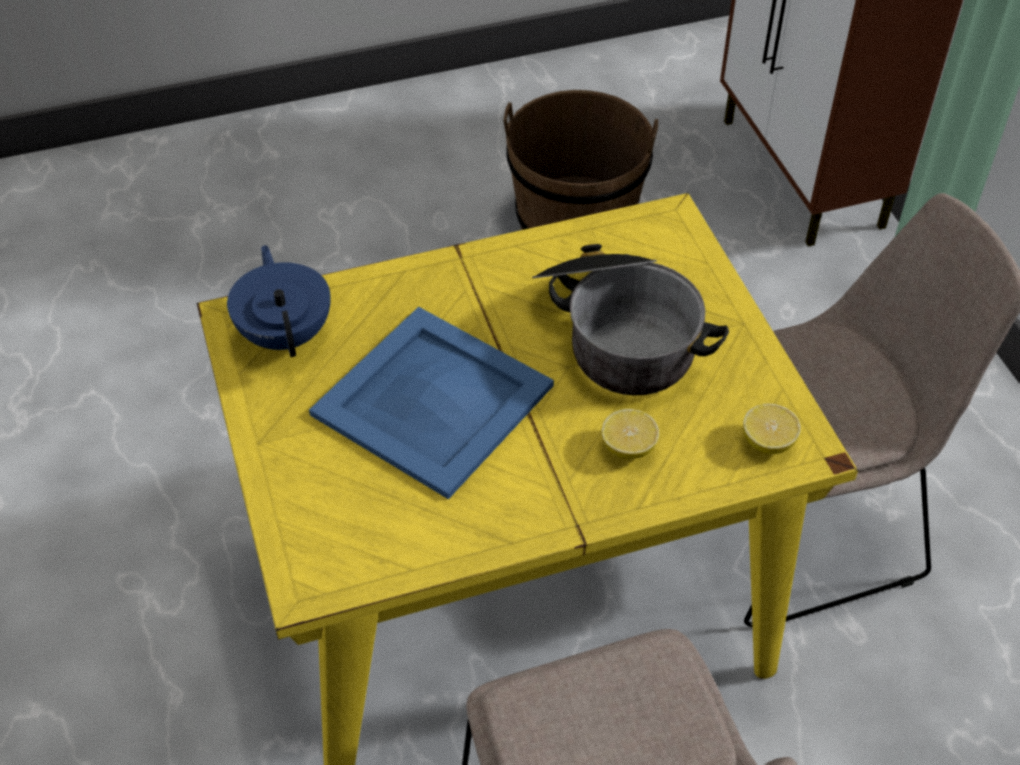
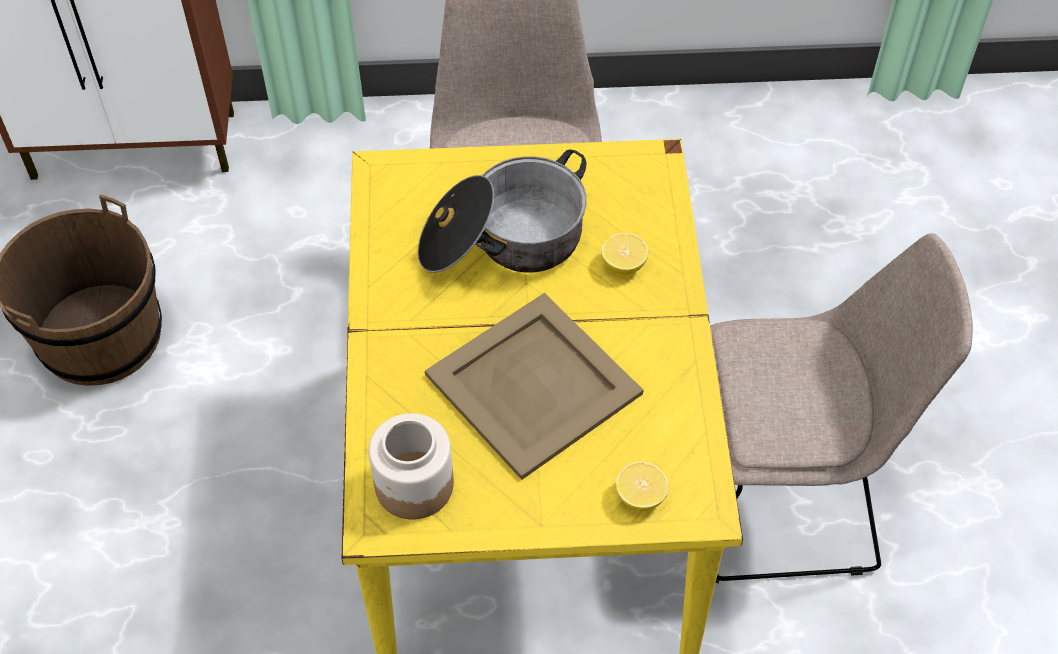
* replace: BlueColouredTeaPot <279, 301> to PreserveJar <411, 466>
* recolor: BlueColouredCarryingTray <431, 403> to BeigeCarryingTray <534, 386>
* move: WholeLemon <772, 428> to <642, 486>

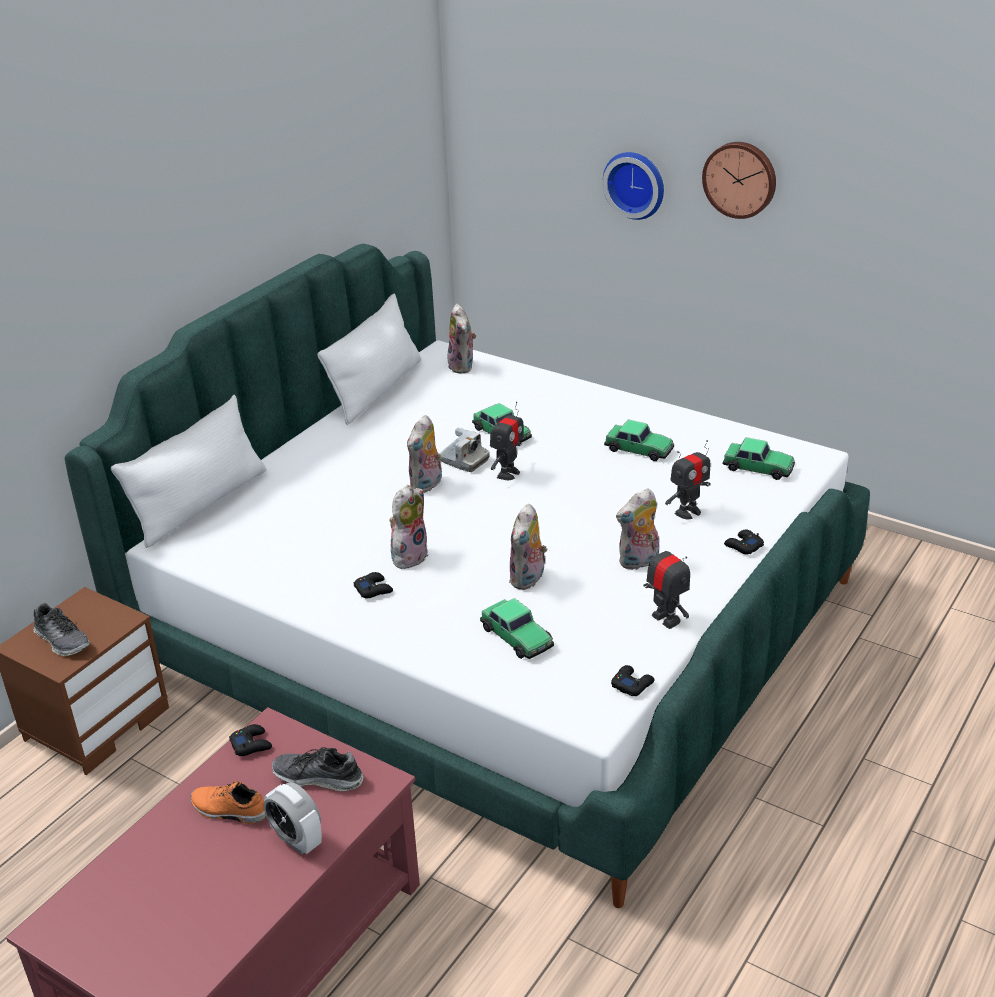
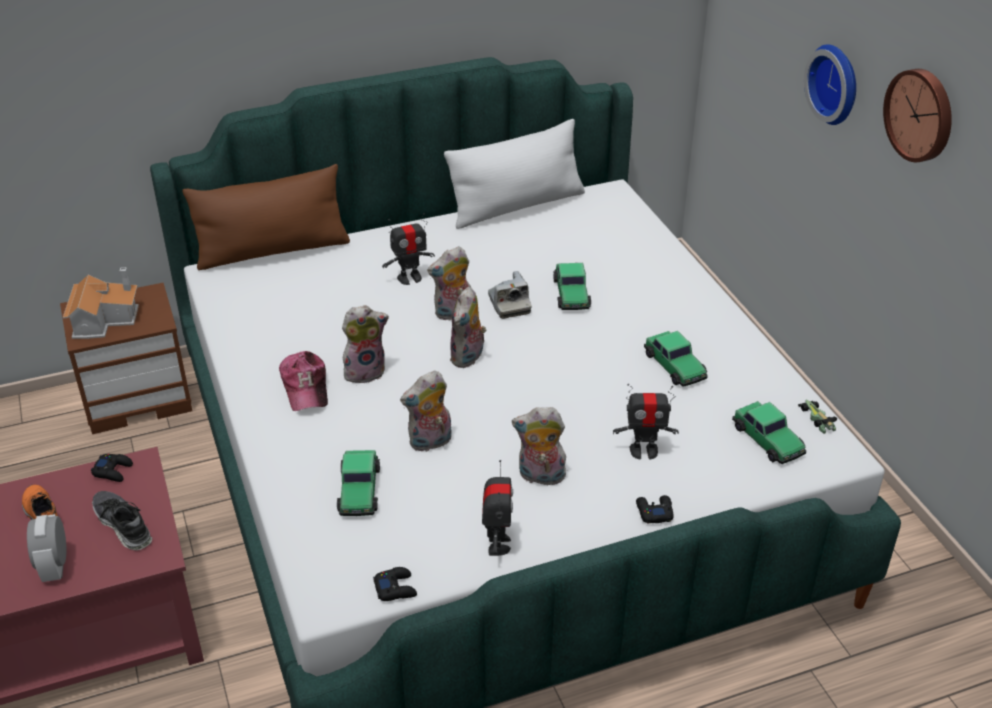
* replace: Shoe <62, 629> to ModelHouse <101, 303>
* recolor: WhiteCushion <188, 471> to BrownColouredCushion <266, 217>
* replace: BlackishGameController <373, 585> to PeakedCap <303, 381>
* move: PlushToy <461, 339> to <468, 327>
* move: RobotFigure <507, 441> to <408, 249>
* insert: ToyCar <817, 416>

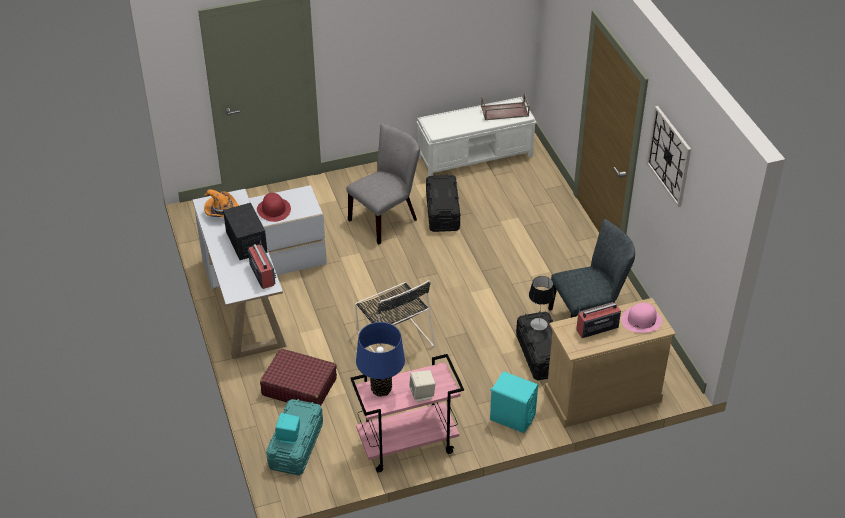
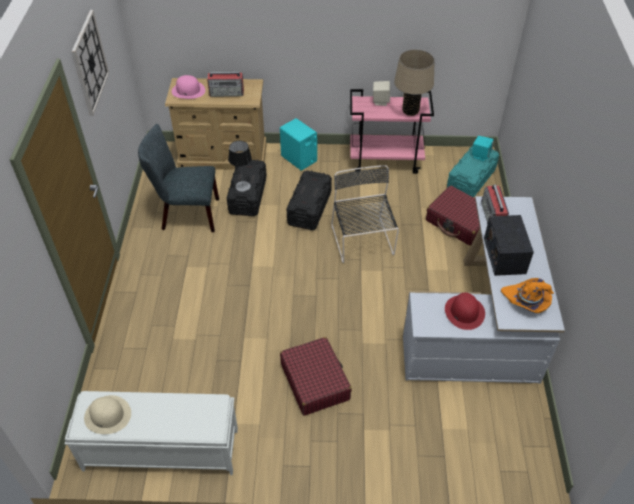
* replace: GreyPlainChair <383, 183> to RedColouredPieceOfLuggage <316, 376>
* recolor: BlueColouredTableLamp <380, 359> to BeigeTableLamp <414, 82>
* move: BlackishStorageBin <443, 203> to <309, 200>
* replace: BrownColouredCarryingTray <505, 106> to BeigeWearableHat <107, 414>

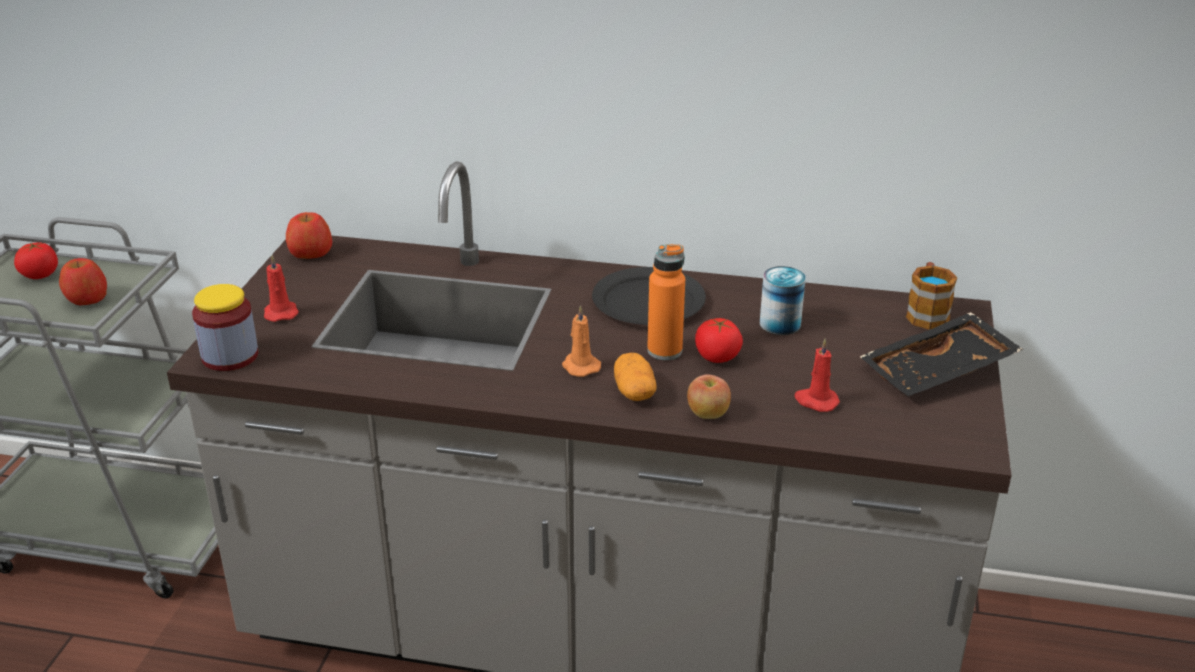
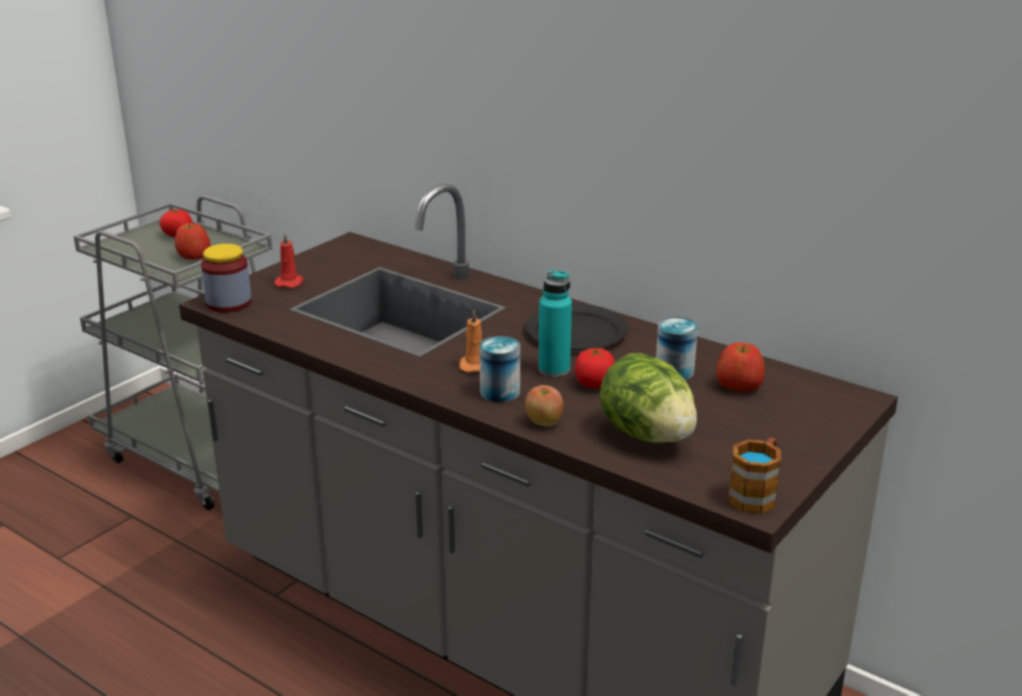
* move: WholeApple <309, 235> to <741, 367>
* replace: Spud <635, 377> to Can <500, 369>
* recolor: OrangeyBottle <666, 302> to TurquoiseBottle <555, 323>
* replace: RedColouredWaxCandle <817, 375> to HeadOfLettuce <648, 398>
* delete: BlackishCarryingTray <942, 354>
* move: CoffeeMug <931, 296> to <754, 476>

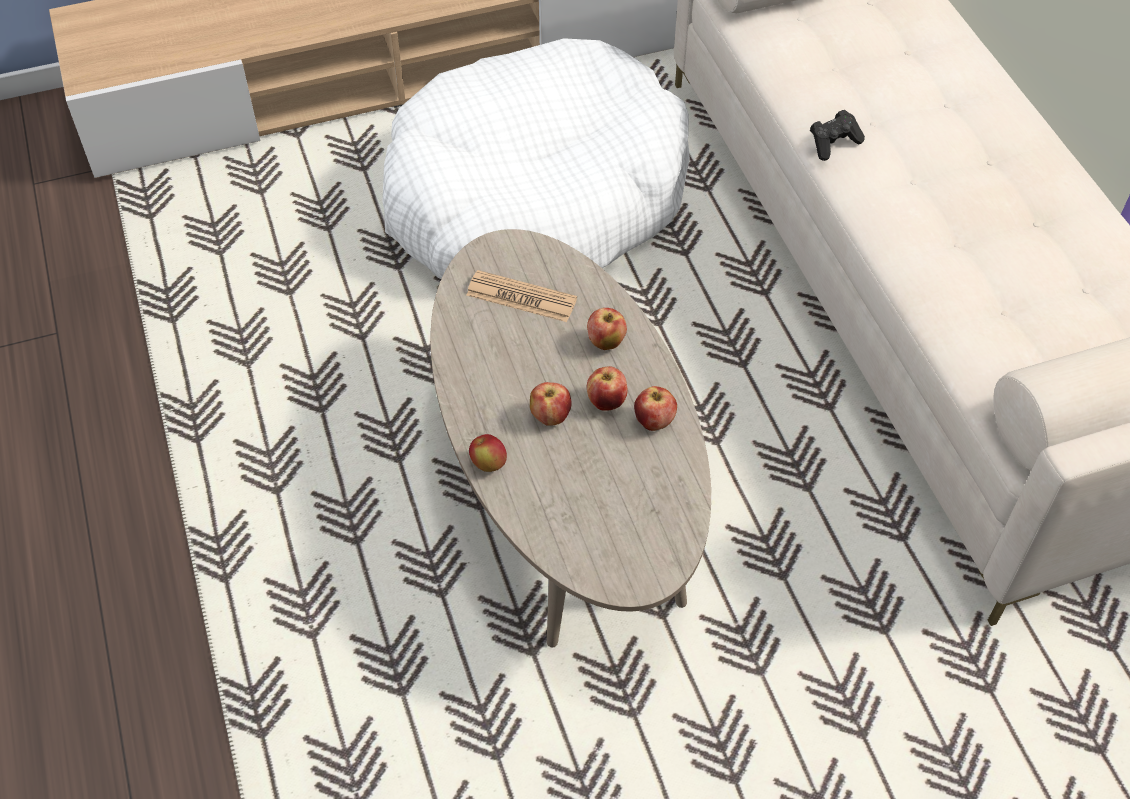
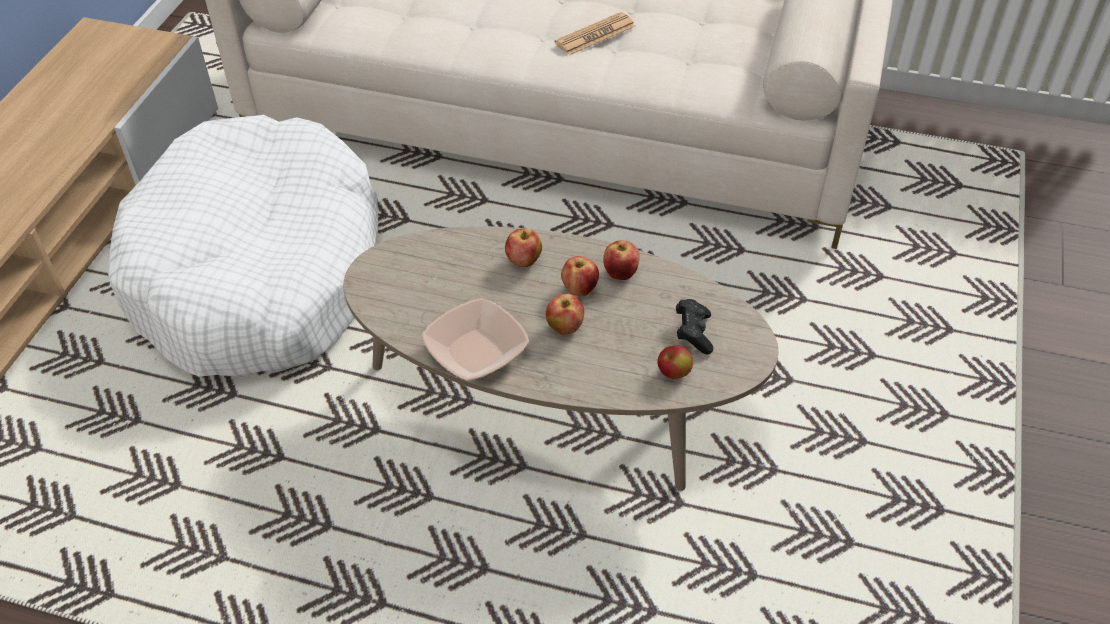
* move: PrintedPaper <521, 296> to <595, 33>
* move: WholeApple <488, 453> to <675, 362>
* move: BlackishGameController <837, 135> to <694, 327>
* insert: Bowl <475, 339>

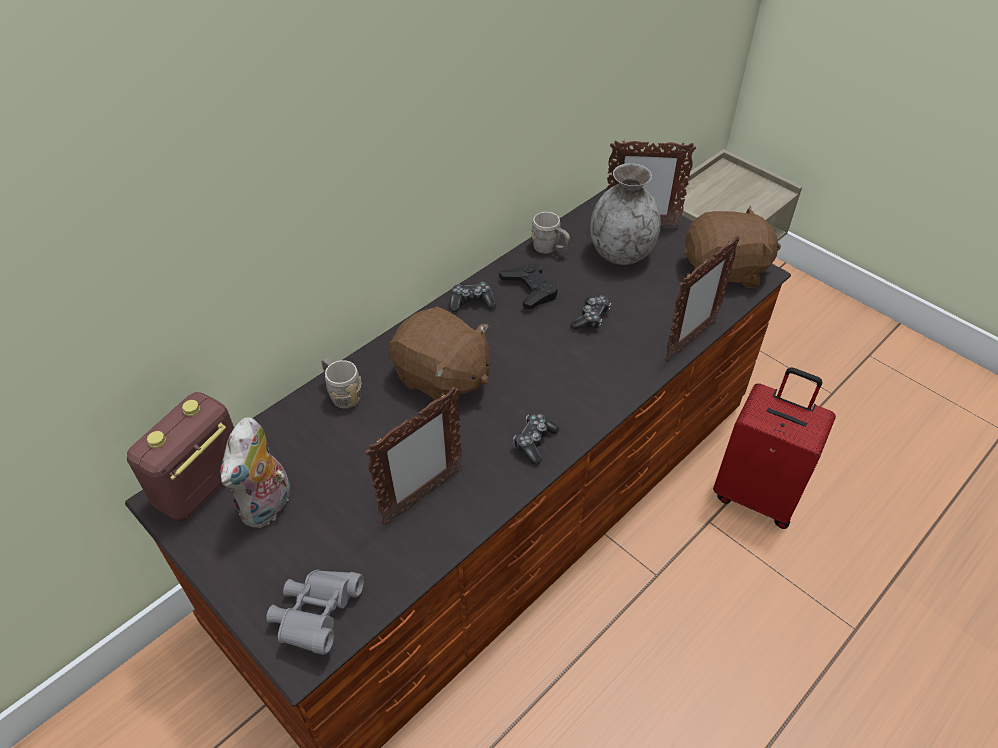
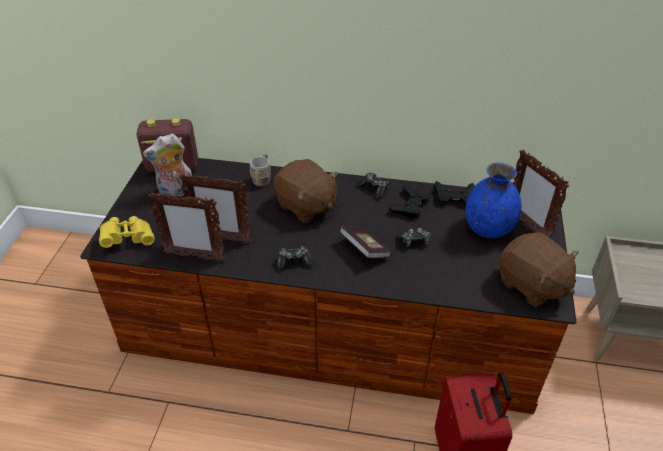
* recolor: GreyBinoculars <315, 612> to YellowBinoculars <127, 232>
* rotate: BrownColouredPlushToy <439, 353> = <305, 191> 45 degrees counterclockwise
* replace: GreyCoffeeMug <550, 233> to BlackishGameController <454, 193>
* recolor: GreyDecorativeVase <625, 214> to BlueColouredDecorativeVase <493, 200>
* move: PictureFrame <702, 299> to <187, 226>
* insert: BoundBook <365, 242>

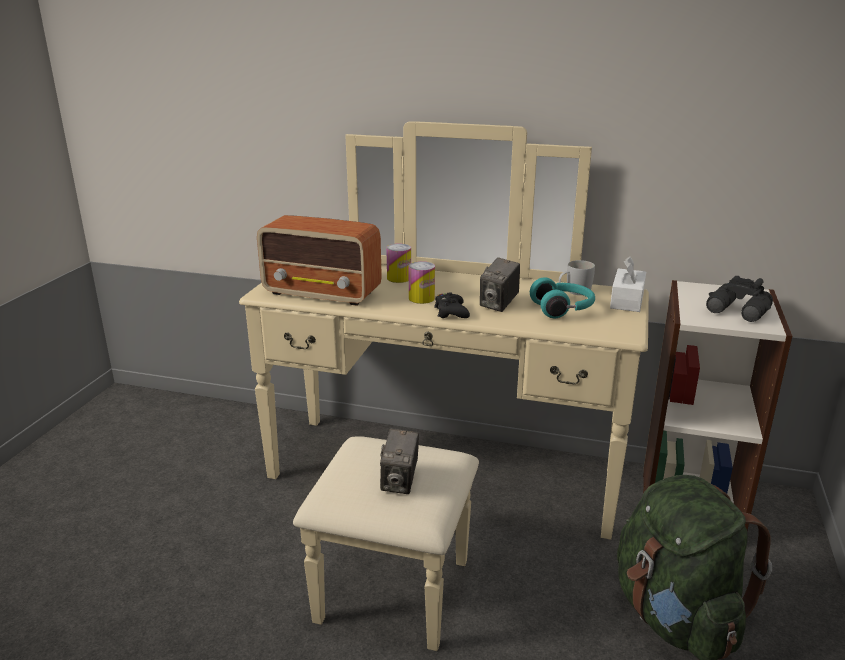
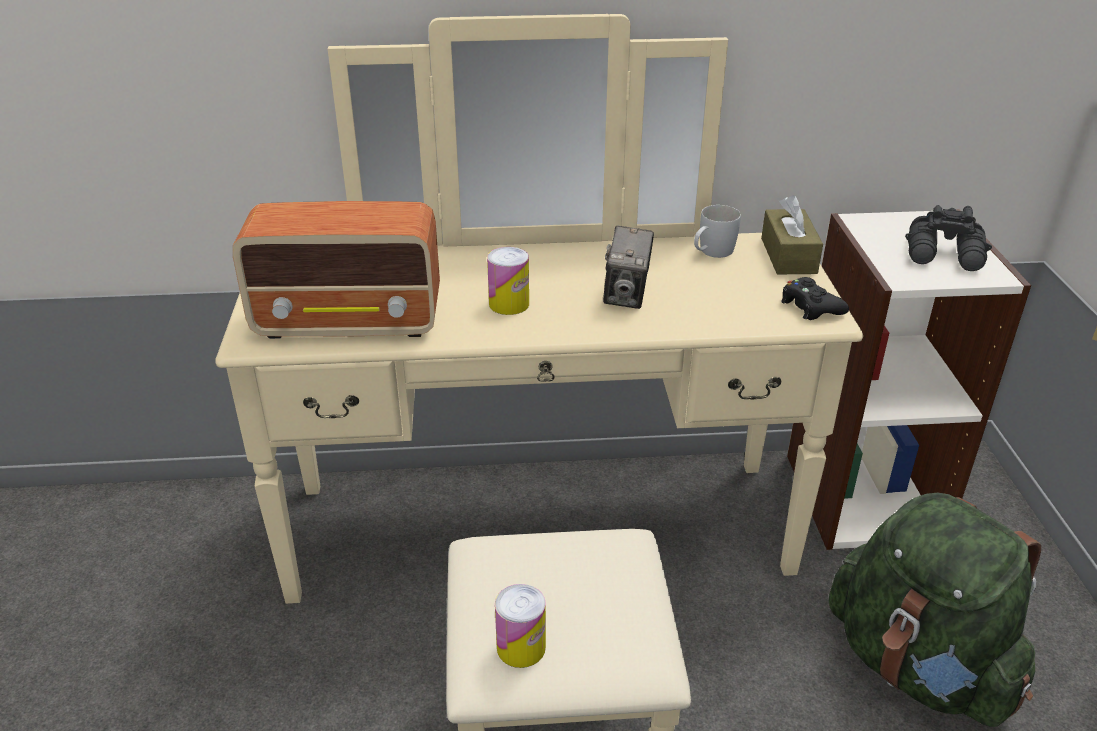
* delete: PhotoCamera <399, 461>
* move: Can <398, 263> to <520, 626>
* move: BlackishGameController <452, 305> to <815, 298>
* delete: TurquoiseHeadphones <562, 297>
* recolor: WhiteBoxOfTissues <628, 284> to BrownColouredBoxOfTissues <792, 234>

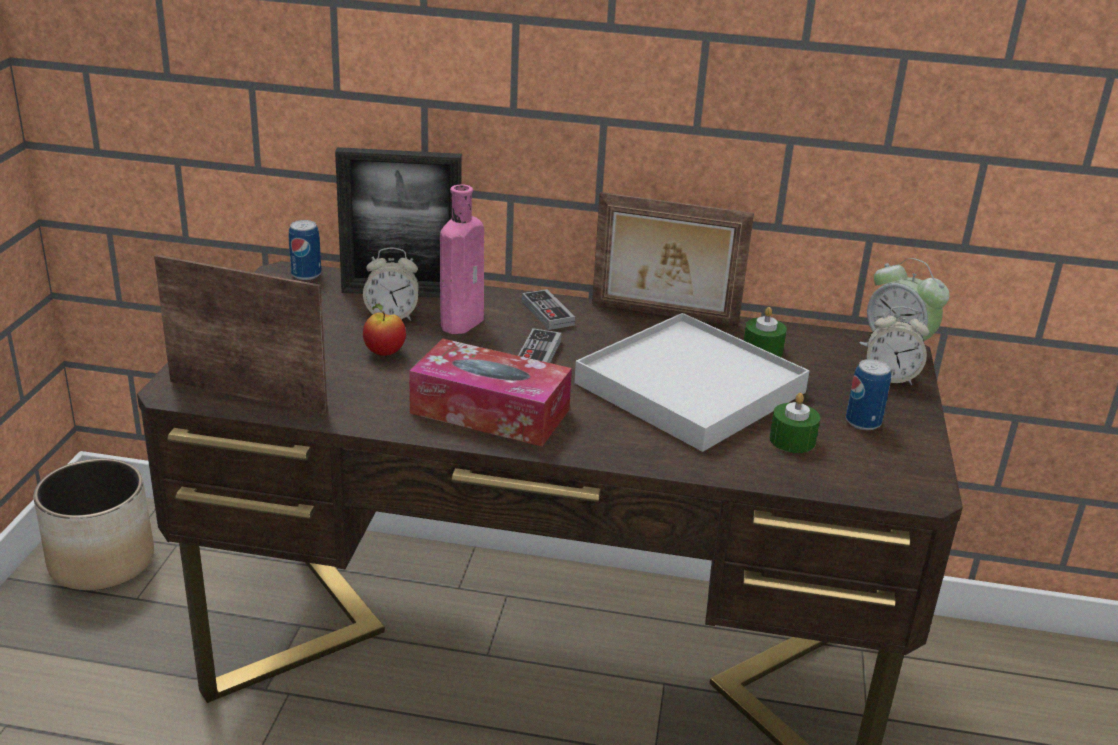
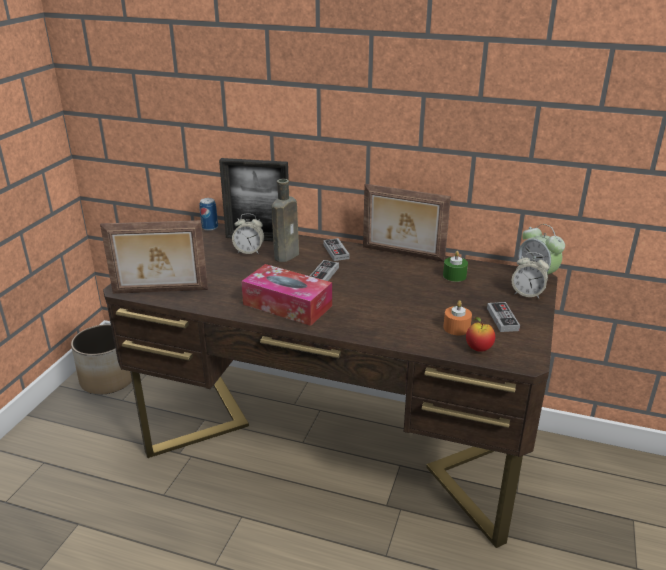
* rotate: PictureFrame <241, 335> = <154, 257> 150 degrees clockwise
* move: WholeApple <384, 330> to <480, 334>
* recolor: PinkBottle <462, 259> to BrownColouredBottle <285, 220>
* delete: WhiteCarryingTray <692, 382>
* recolor: GreenWaxCandle <795, 423> to OrangeyWaxCandle <457, 318>
* replace: Can <868, 394> to GameController <503, 317>

